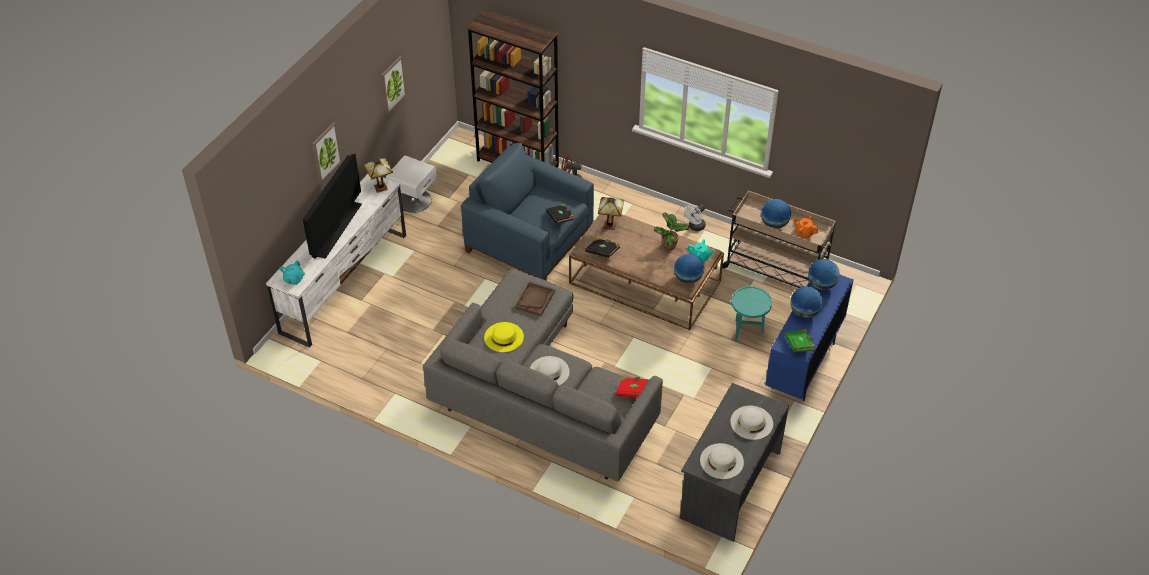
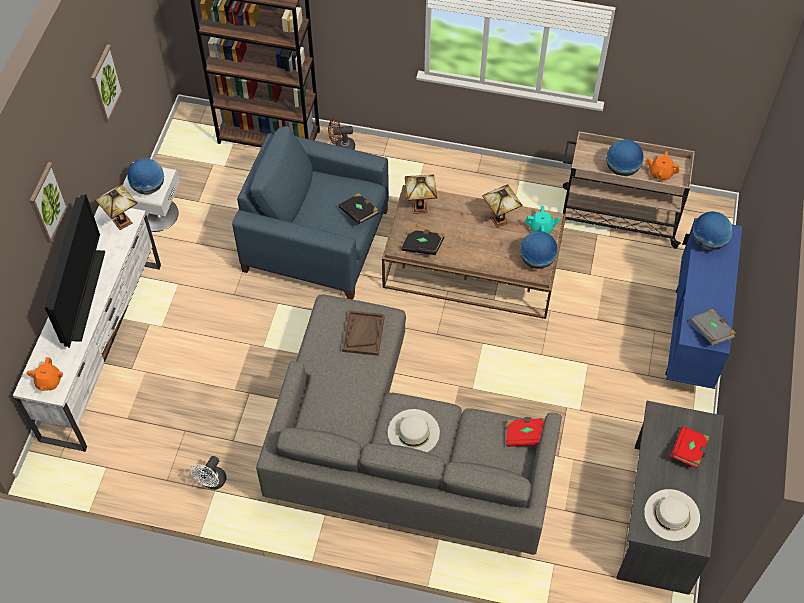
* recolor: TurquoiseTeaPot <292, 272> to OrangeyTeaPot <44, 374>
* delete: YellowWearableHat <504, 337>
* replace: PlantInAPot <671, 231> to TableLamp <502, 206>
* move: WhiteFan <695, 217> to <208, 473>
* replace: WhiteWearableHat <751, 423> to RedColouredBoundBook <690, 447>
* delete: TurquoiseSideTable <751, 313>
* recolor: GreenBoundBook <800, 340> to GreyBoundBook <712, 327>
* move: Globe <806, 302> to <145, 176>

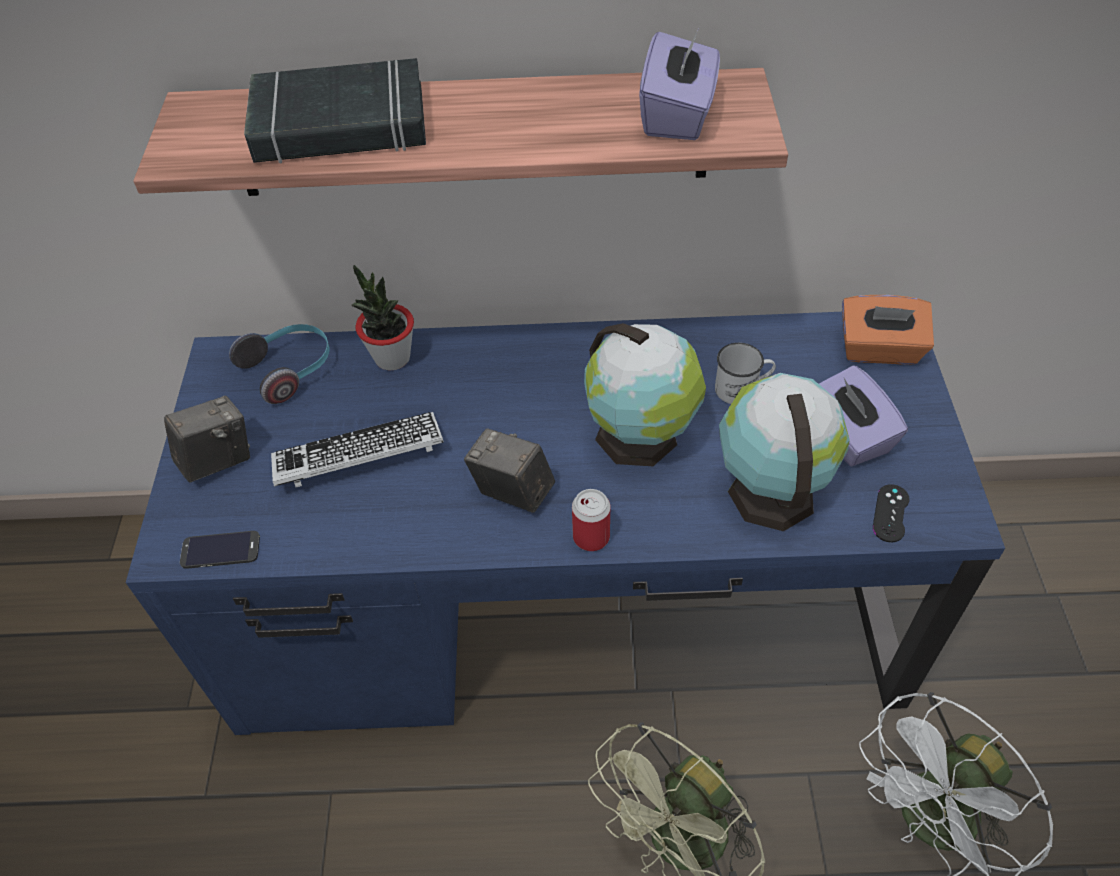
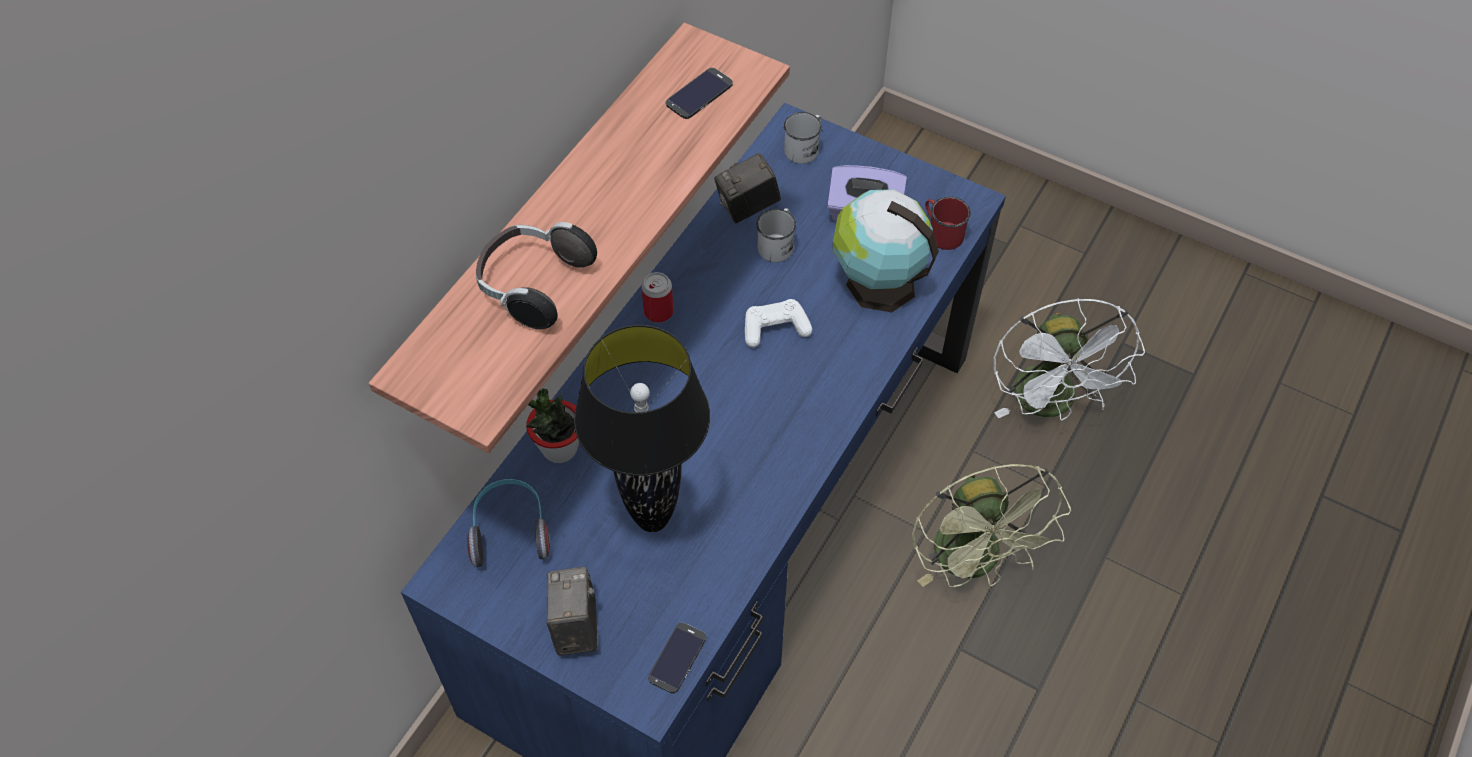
* replace: BlackishBoundBook <335, 111> to Headphones <536, 275>
* replace: PcKeyboard <357, 449> to BlackishTableLamp <642, 428>
* move: PhotoCamera <509, 470> to <747, 188>
* move: Can <591, 520> to <657, 297>
* replace: Globe <645, 394> to WhiteGameController <778, 323>
* replace: PurpleBoxOfTissues <679, 83> to Handset <699, 93>
* replace: OrangeyBoxOfTissues <888, 330> to WhiteCoffeeMug <803, 138>
* replace: BlackishGameController <891, 513> to RedColouredCoffeeMug <948, 223>

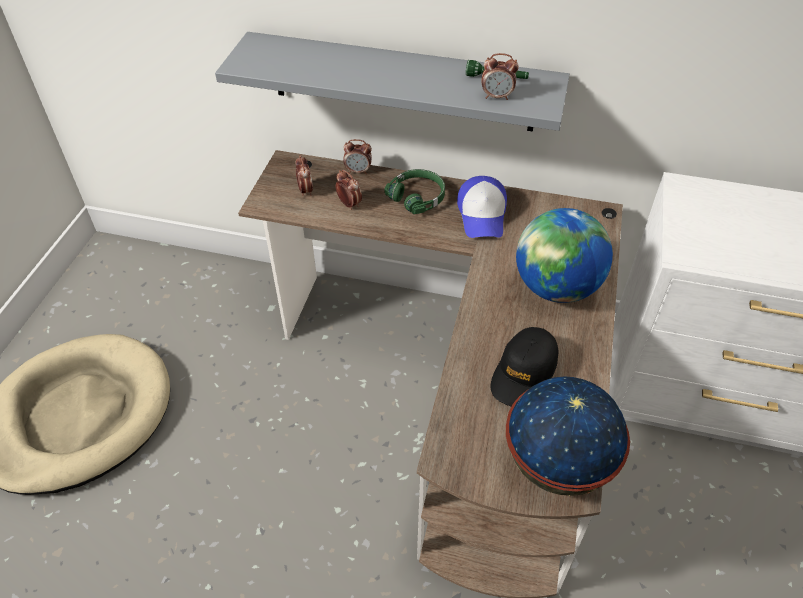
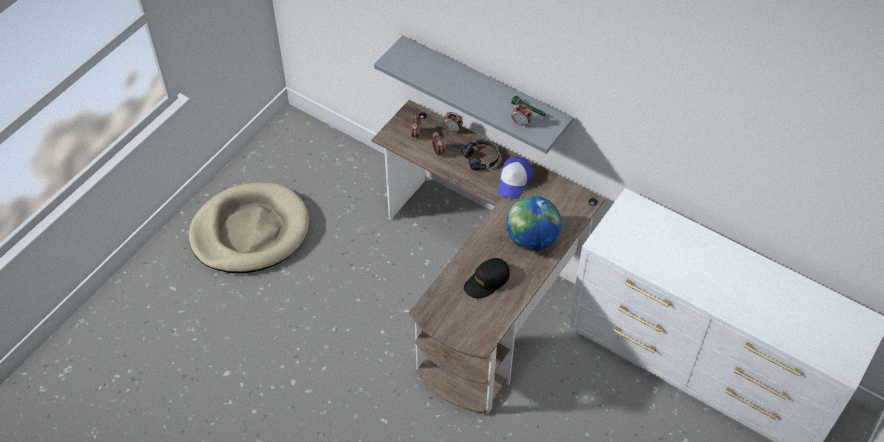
* recolor: GreenHeadphones <414, 191> to BlackishHeadphones <480, 154>
* delete: Globe <568, 436>

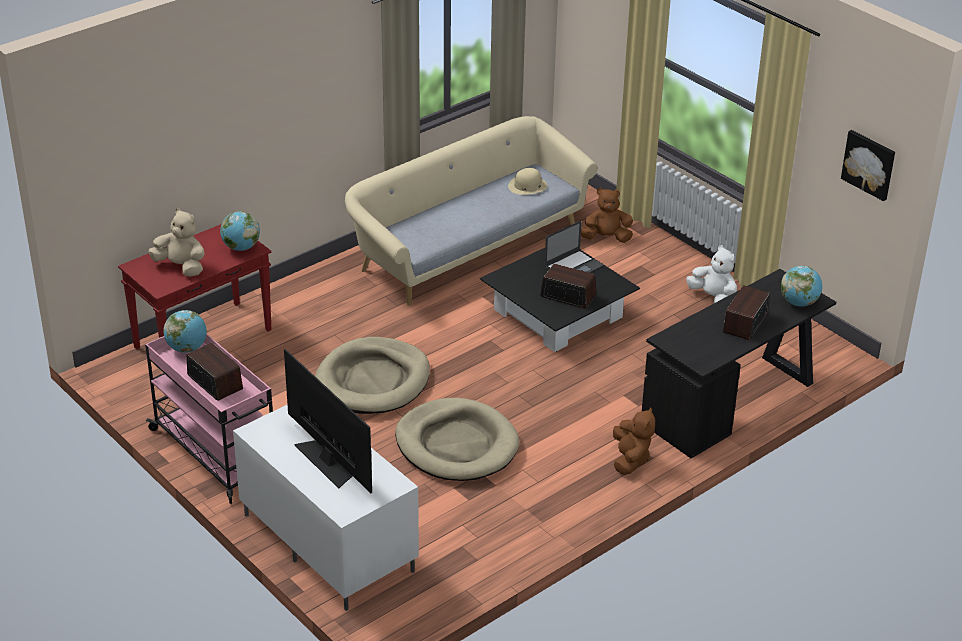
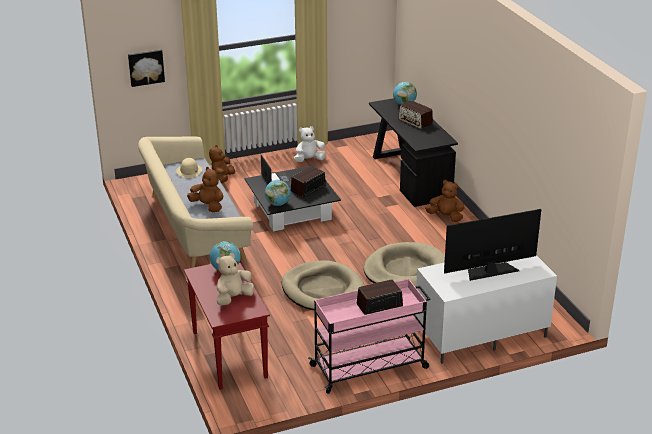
* move: Globe <184, 331> to <278, 193>
* move: WallPicture <868, 165> to <146, 68>
* insert: BrownColouredPlushToy <205, 189>

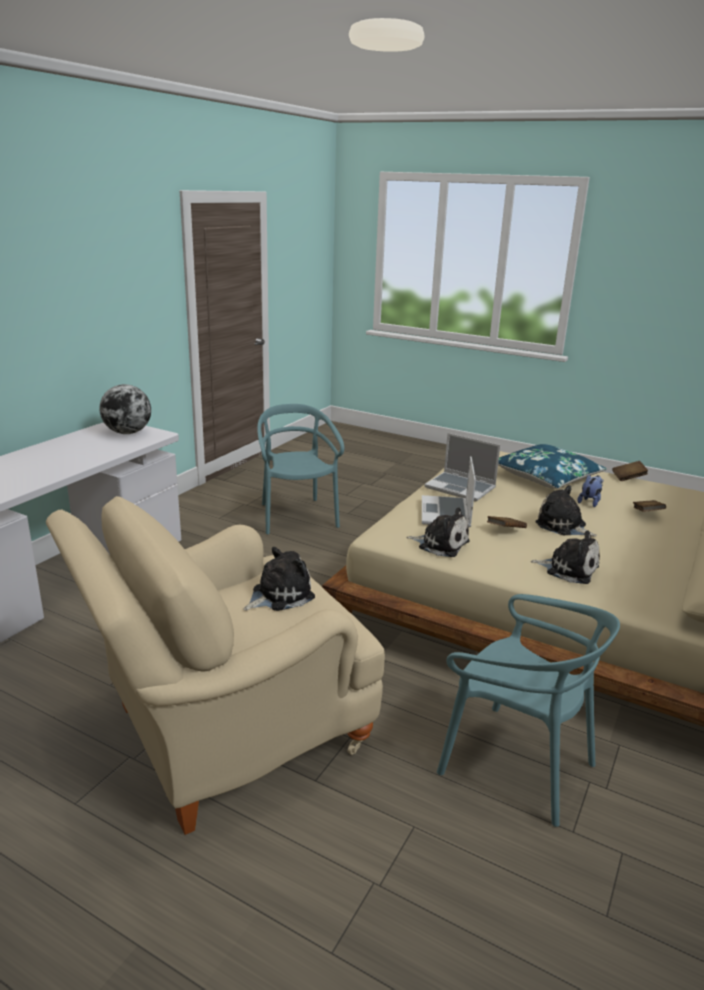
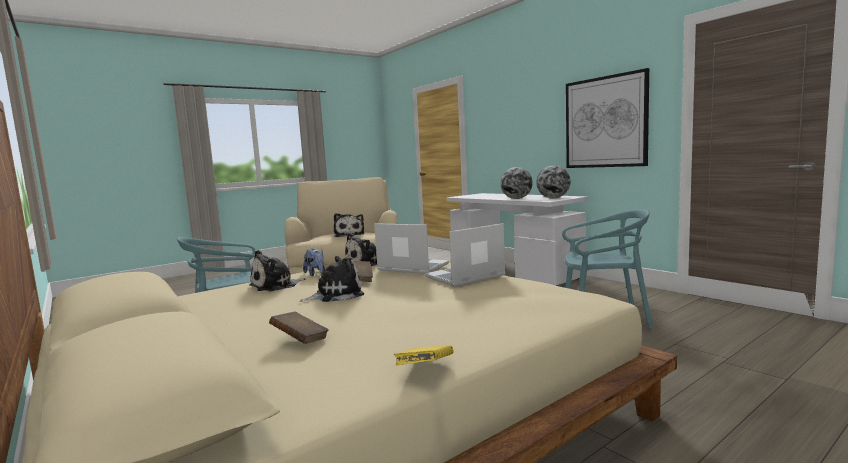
* delete: BlueColouredCushion <552, 466>
* move: PlushToy <591, 490> to <314, 262>
* recolor: BrownColouredBoundBook <630, 471> to YellowBoundBook <424, 355>
* insert: Globe <516, 183>
* insert: WallPicture <607, 118>

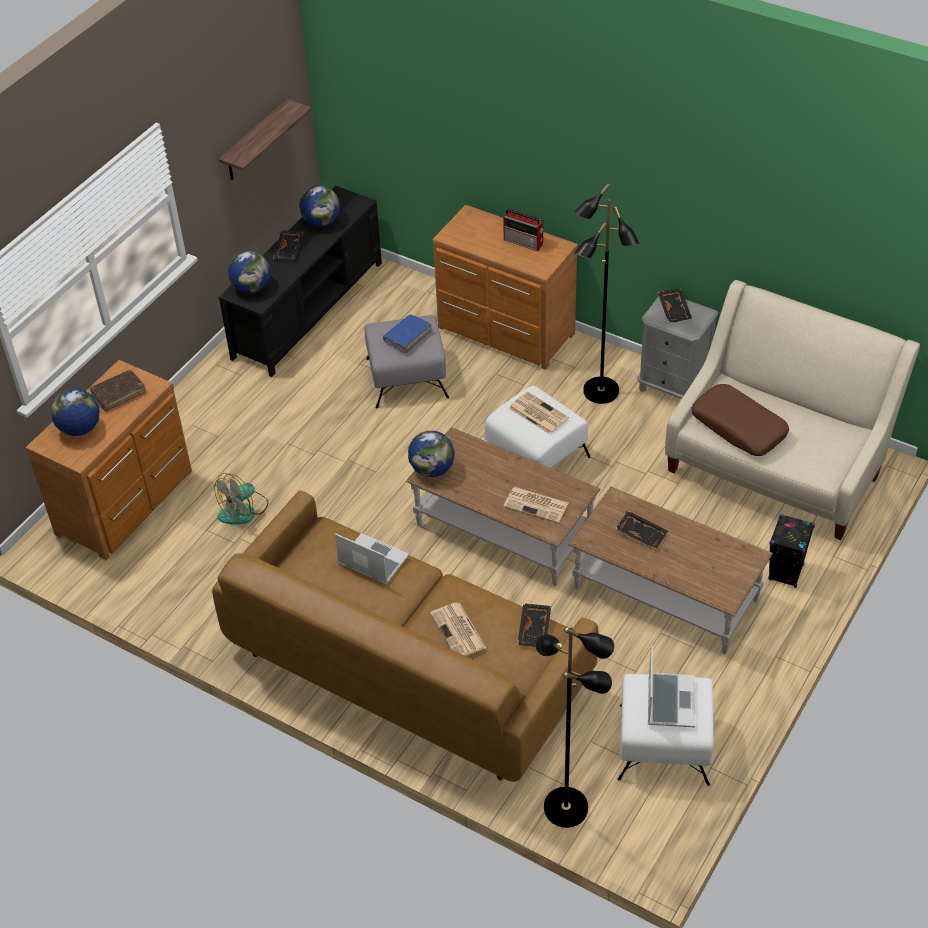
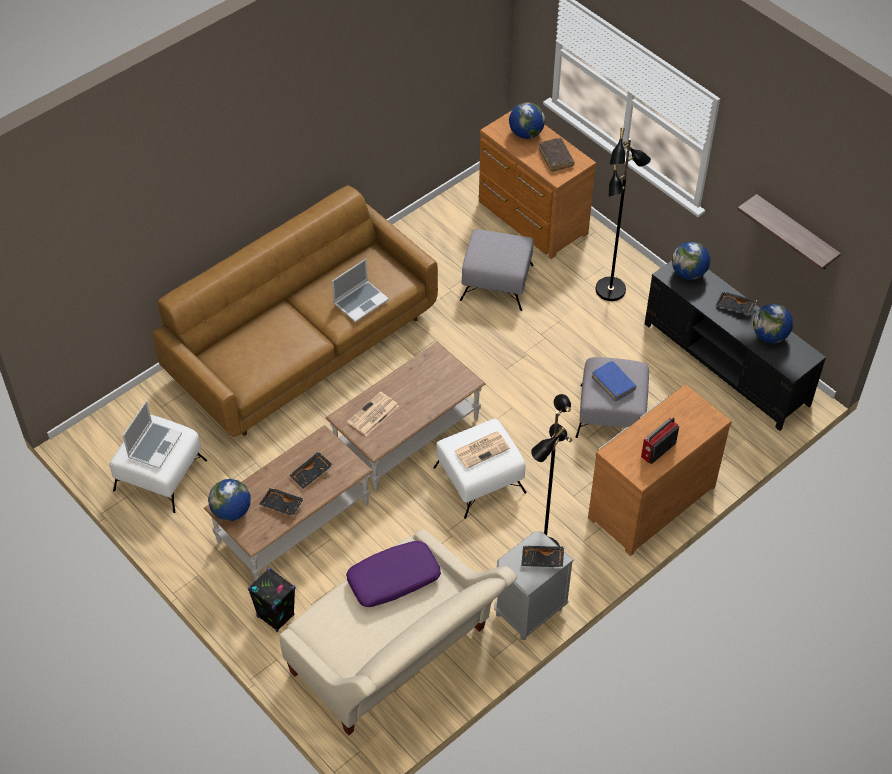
* replace: Fan <241, 499> to GreyOttoman <497, 270>
* move: Globe <431, 454> to <229, 500>
* delete: PrintedPaper <458, 629>
* move: BlackishCarryingTray <534, 625> to <281, 502>
* move: BlackishFloorLamp <575, 726> to <623, 214>
* rotate: NotebookComputer <671, 687> = <152, 435> 90 degrees counterclockwise
* recolor: BrownColouredCushion <740, 420> to PurpleCushion <393, 574>

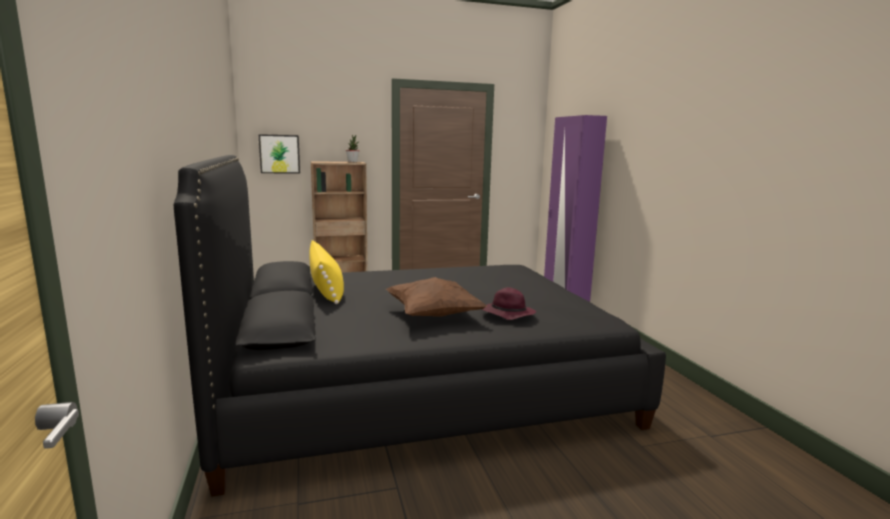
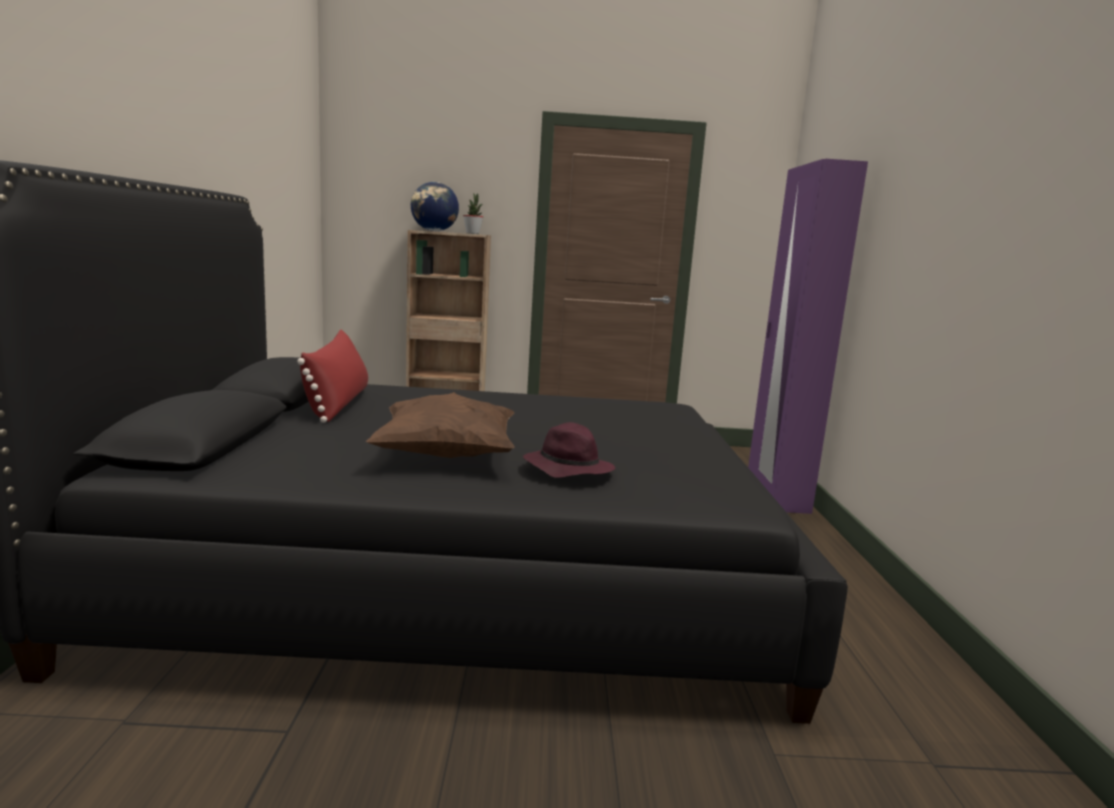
* delete: WallPicture <279, 153>
* recolor: YellowCushion <326, 272> to RedColouredCushion <332, 376>
* insert: Globe <435, 206>

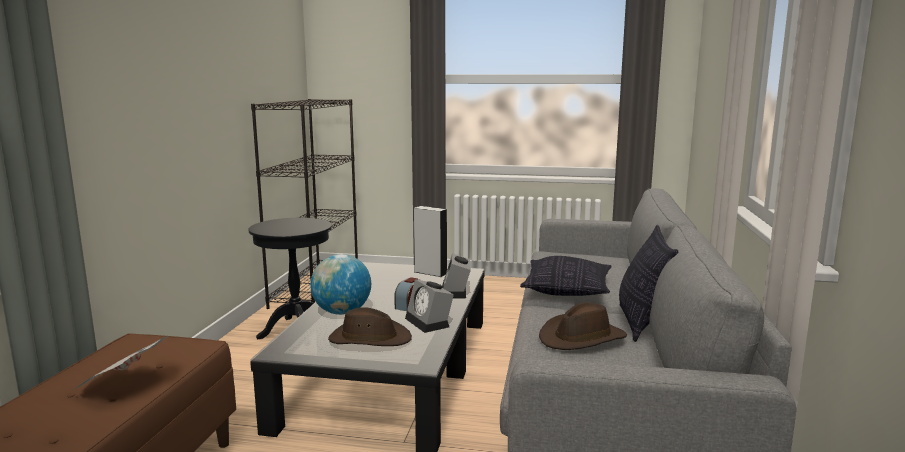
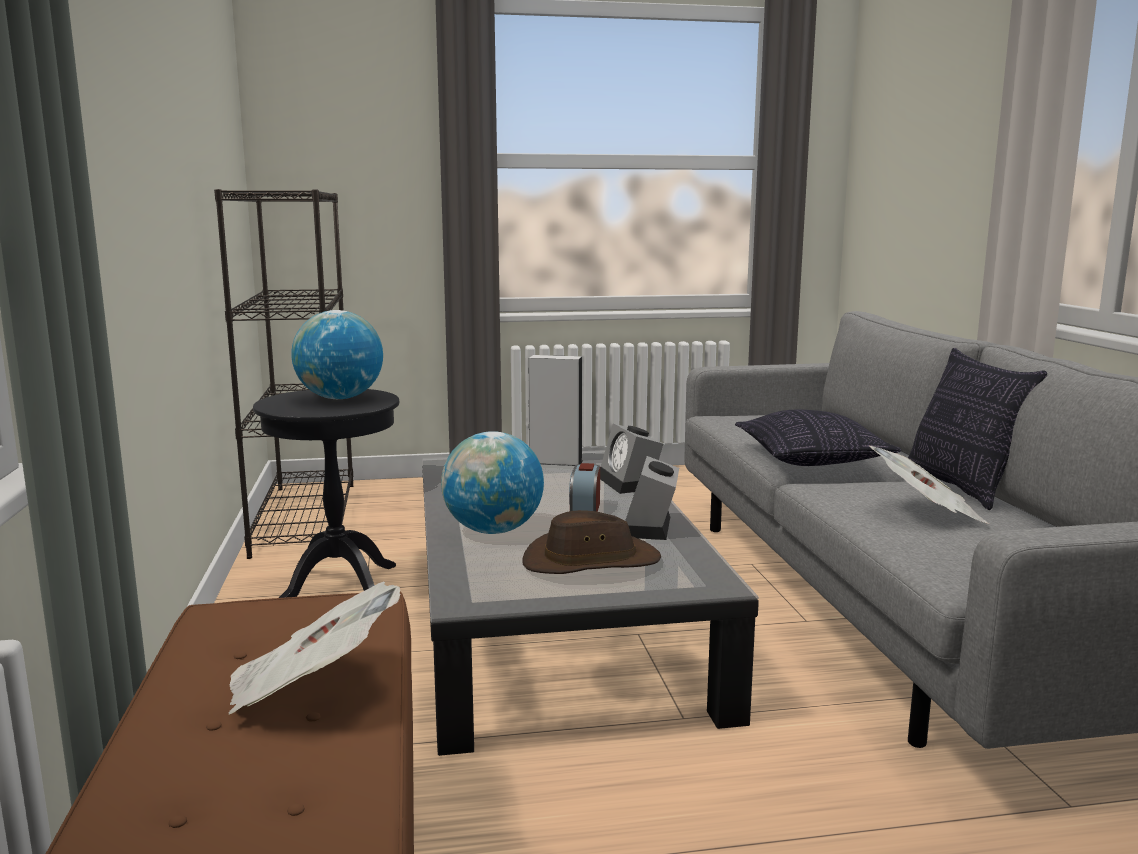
* rotate: TableClock <429, 306> = <652, 498> 60 degrees clockwise
* replace: BrownColouredWearableHat <583, 326> to PrintedPaper <930, 485>
* insert: Globe <337, 354>

